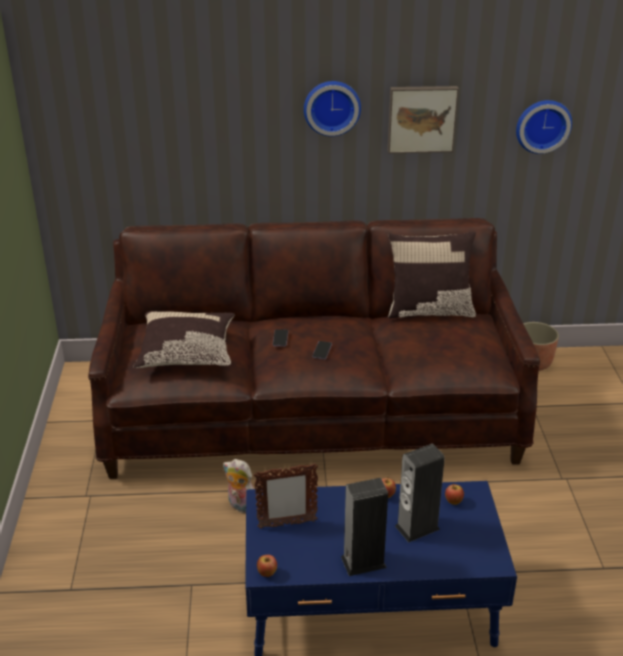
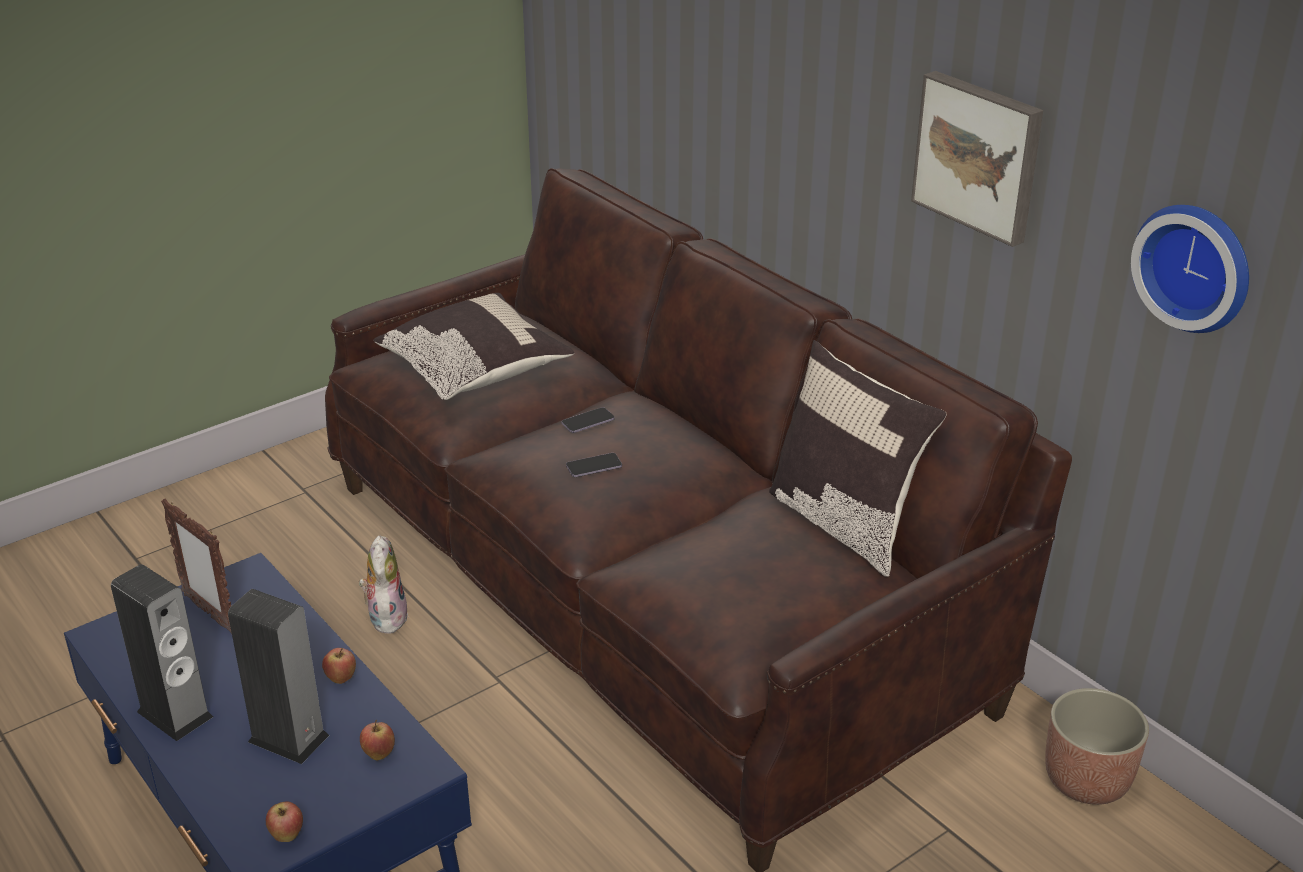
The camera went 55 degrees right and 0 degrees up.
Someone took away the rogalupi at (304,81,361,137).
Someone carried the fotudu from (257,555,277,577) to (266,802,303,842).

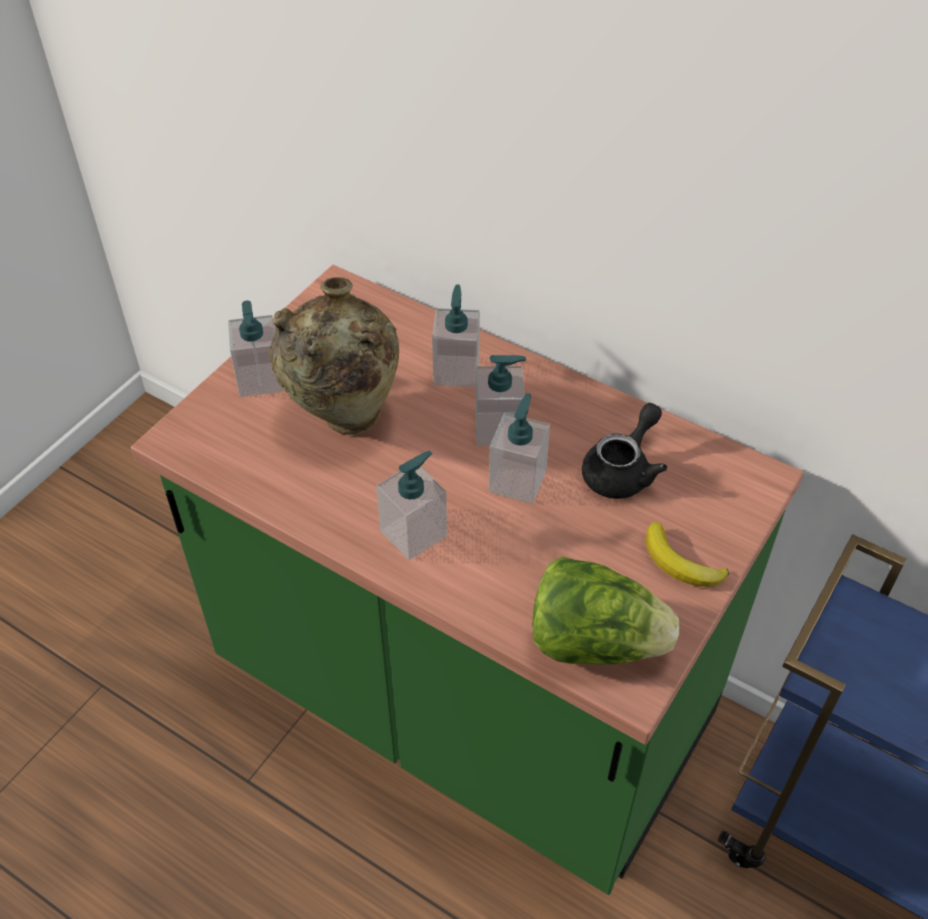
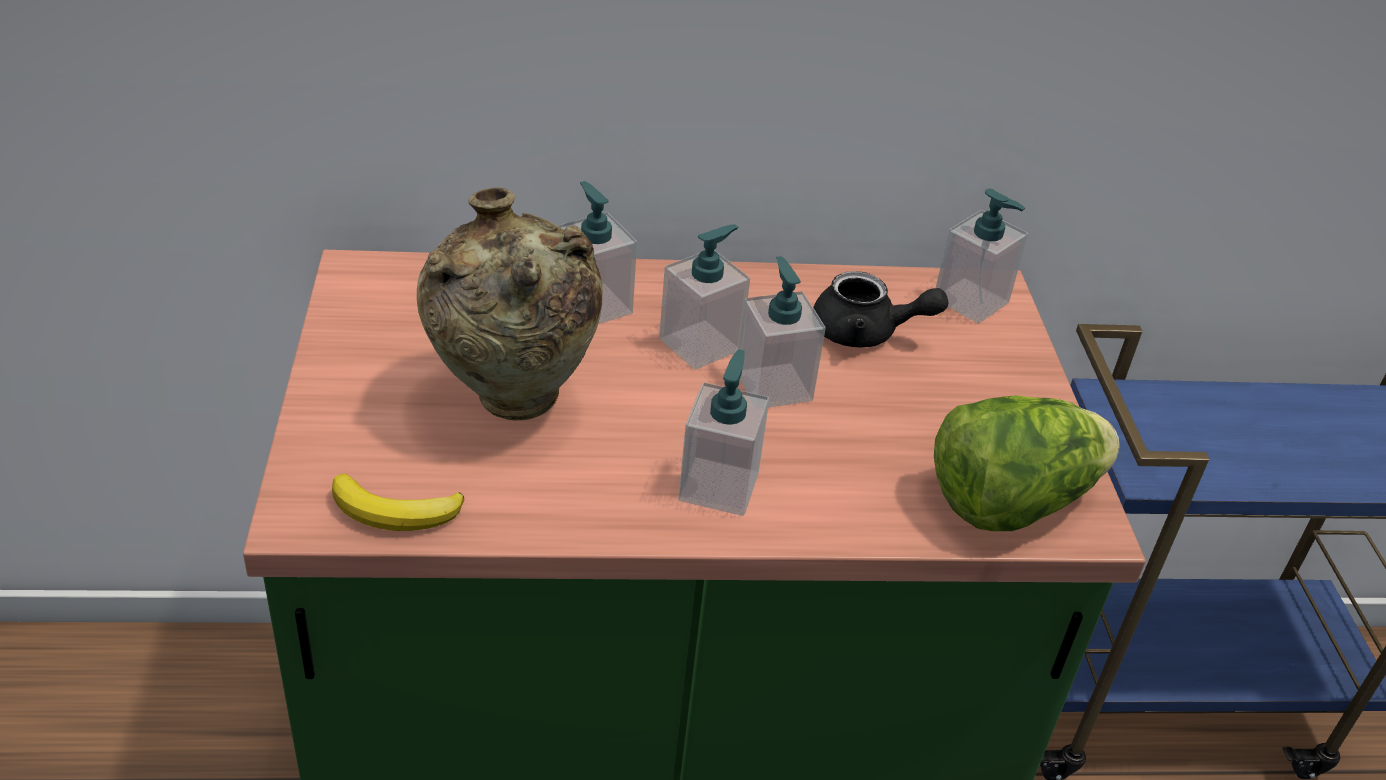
The camera went 40 degrees left and 10 degrees down.
Someone carried the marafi from (228,301,283,397) to (936,189,1028,323).
Someone carried the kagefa from (646,522,729,587) to (332,473,464,531).
Someone rotated the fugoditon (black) at (582,403,667,499) by 105 degrees clockwise.

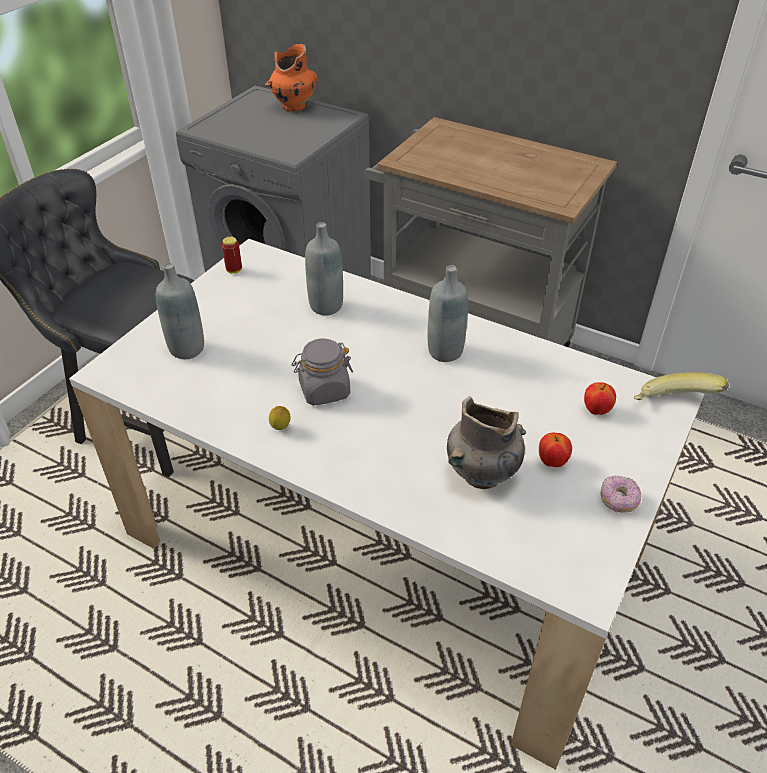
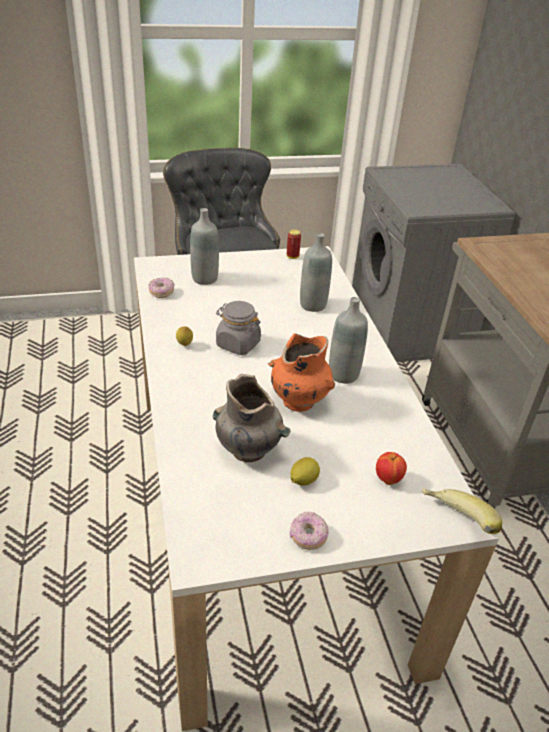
The camera went 45 degrees right and 5 degrees down.
Someone put down the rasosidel at (148,278,175,298).
Someone carried the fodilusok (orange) from (265,44,318,112) to (268,333,335,412).
Someone swapped the fotudu at (539,433,572,467) for the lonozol at (290,457,320,486).

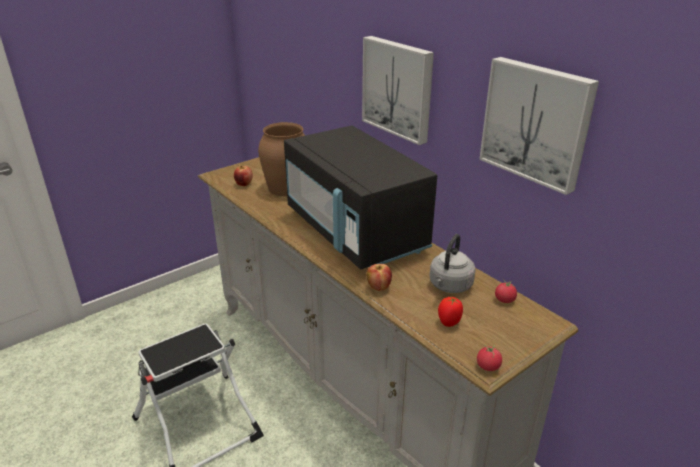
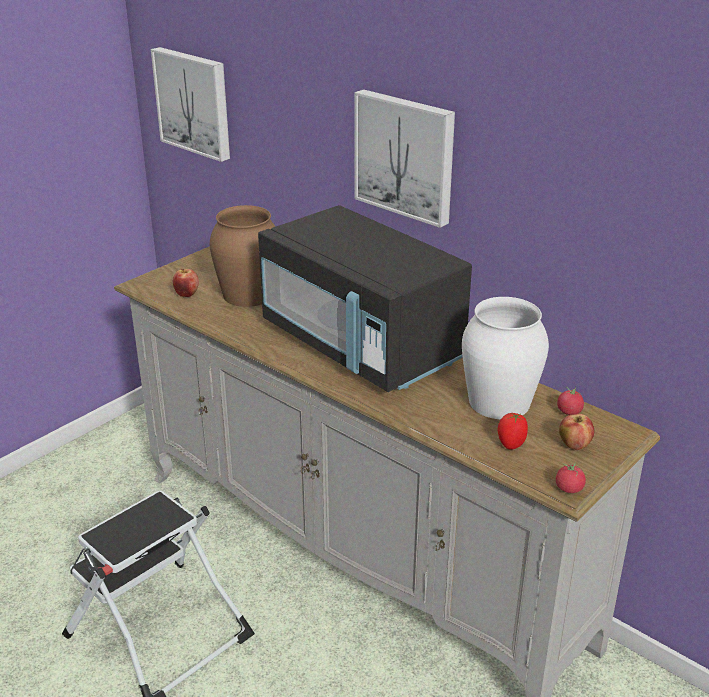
The camera went 10 degrees left and 0 degrees up.
Someone carried the fotudu from (366,264,392,291) to (559,414,594,450).
Someone carried the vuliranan from (479,57,599,195) to (151,47,230,162).
Someone swapped the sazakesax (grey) at (430,234,476,293) for the fodilusok (white) at (462,297,549,419).

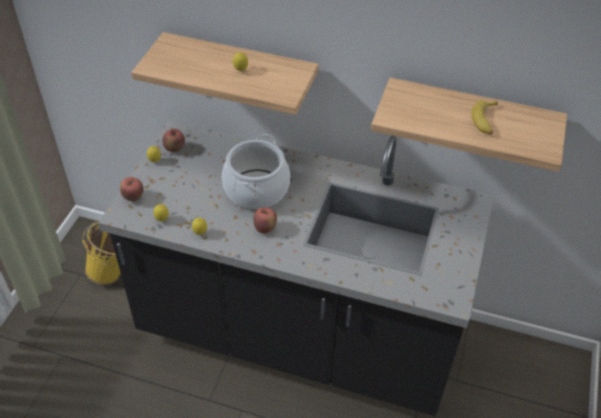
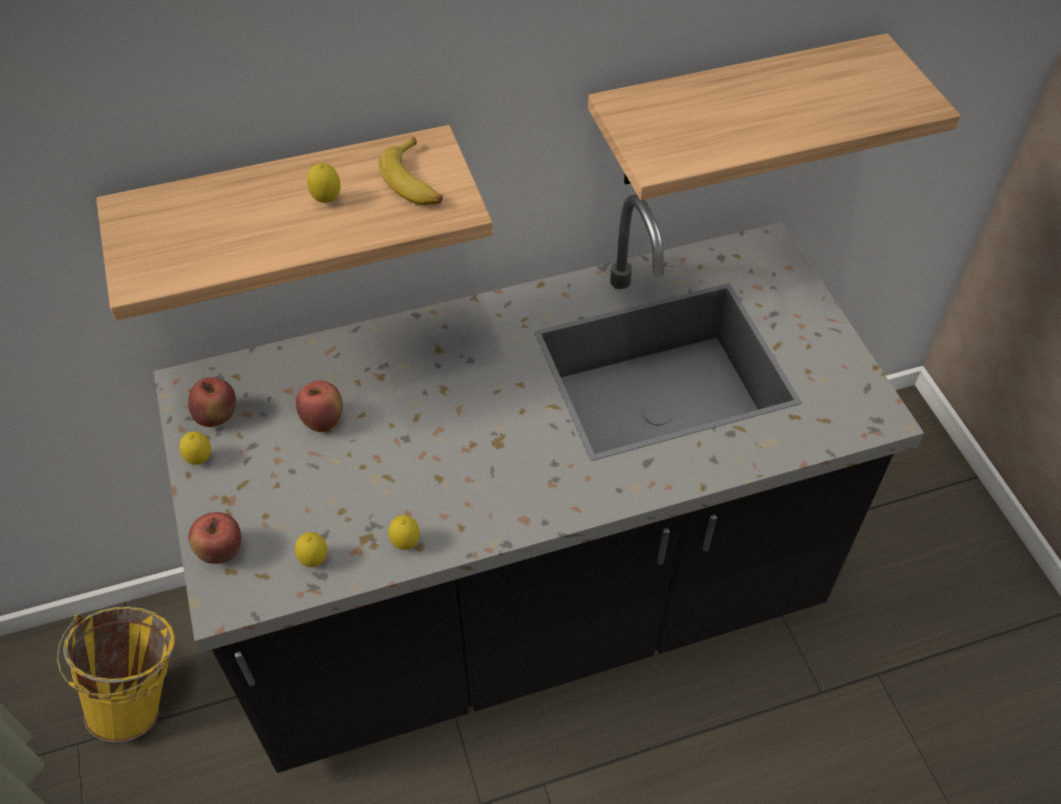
The camera went 35 degrees left and 5 degrees up.
Someone took away the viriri at (222,134,290,209).
Someone carried the fotudu from (253,207,277,234) to (296,380,343,432).
Someone carried the kagefa from (471,100,498,135) to (379,137,443,206).

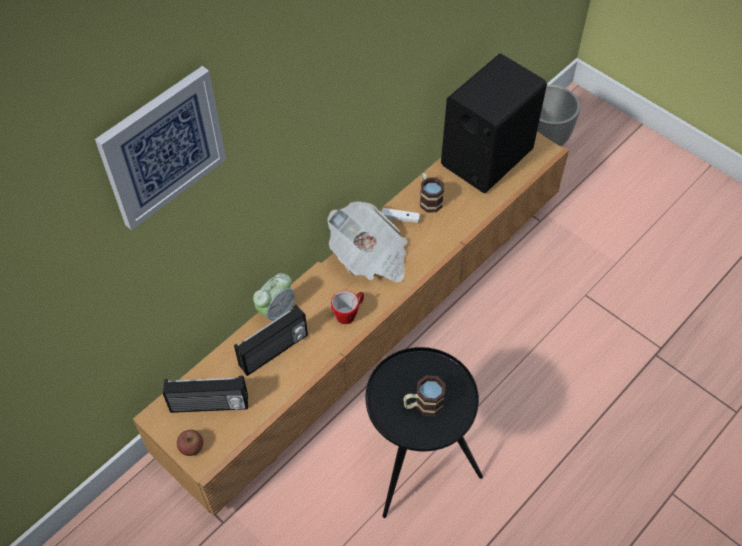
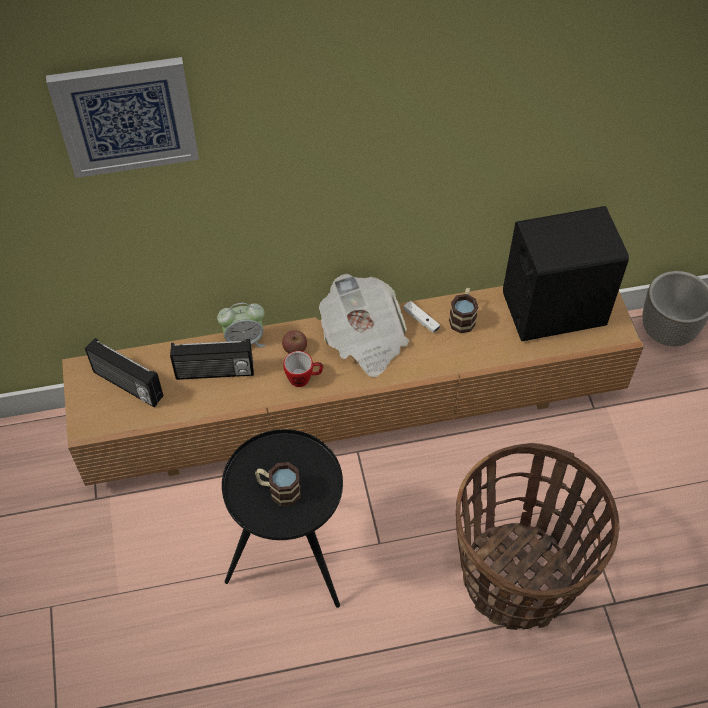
The camera went 35 degrees right and 0 degrees up.
Someone put down the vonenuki at (456,443,620,630).
Someone carried the fotudu from (177,430,203,456) to (282,330,307,354).

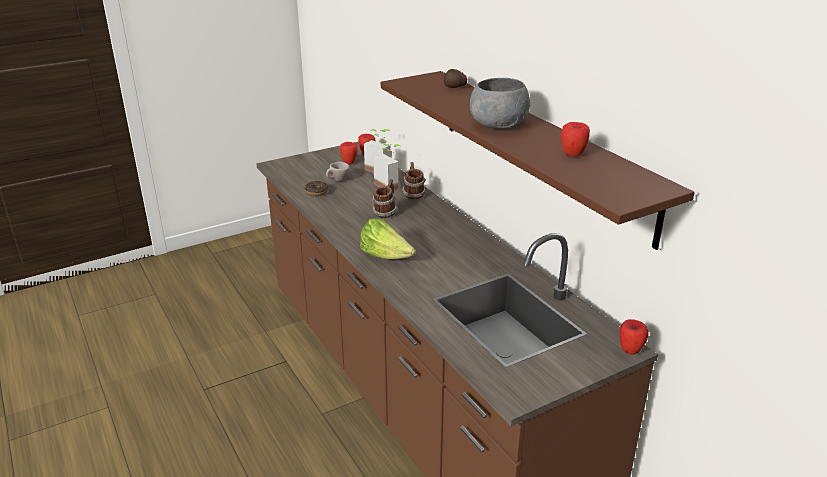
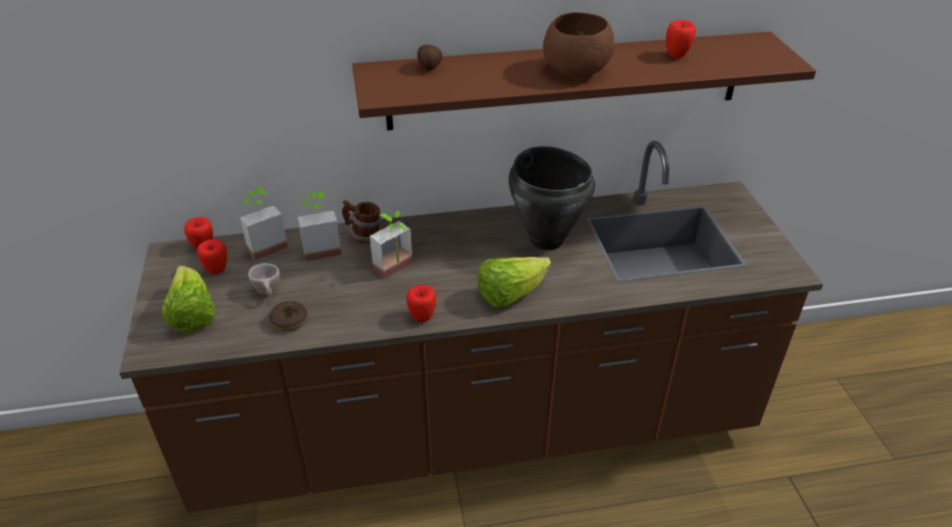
The camera went 70 degrees left and 10 degrees up.
Someone put down the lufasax at (162,266,215,333).
Someone put down the viriri (black) at (509,146,595,250).
Someone carried the fotudu from (620,319,649,355) to (406,285,436,322).
Someone swapped the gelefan at (372,179,398,218) for the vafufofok at (370,211,413,279).
Someone repainted the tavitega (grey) at (470,78,530,129), which became the tavitega (brown) at (543,12,614,77).

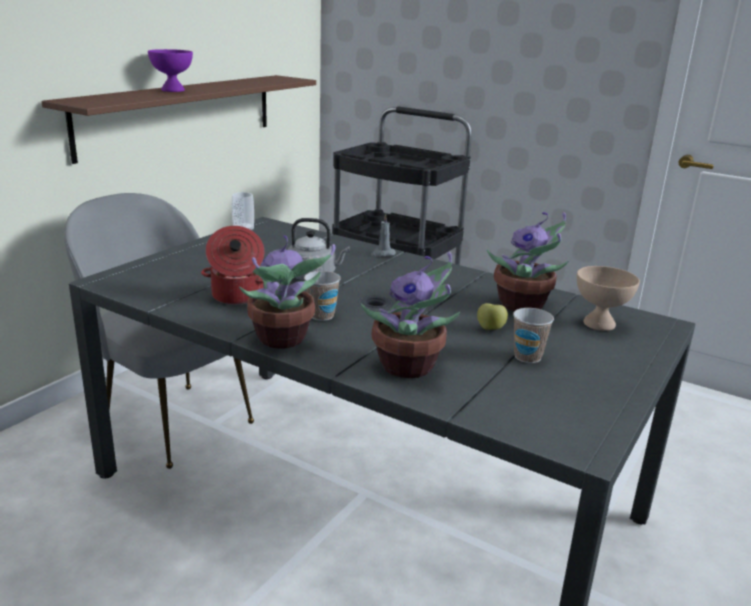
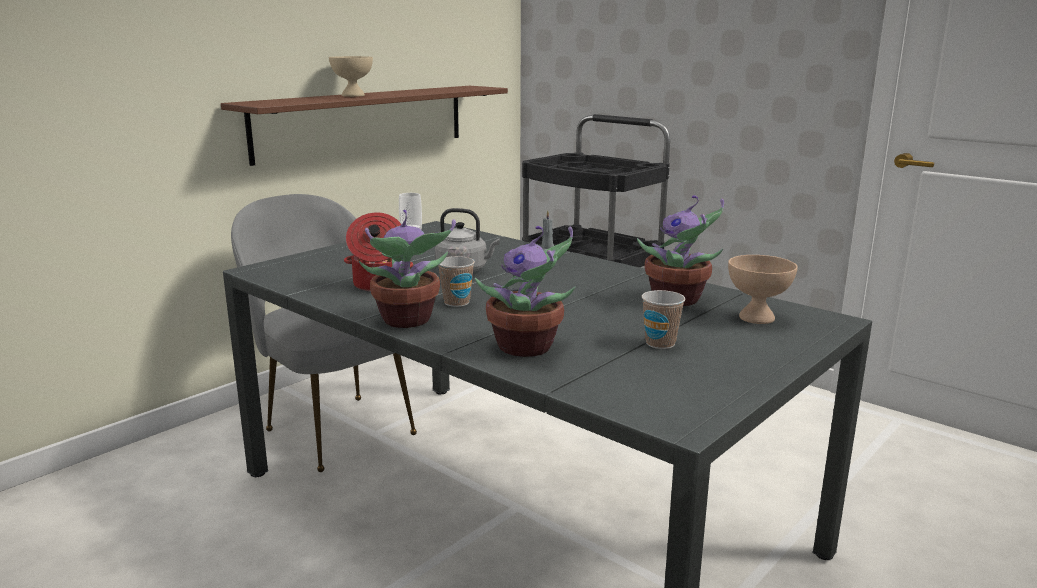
The camera went 10 degrees right and 5 degrees down.
Someone took away the fotudu at (477,303,508,330).
Someone repainted the tavitega (purple) at (148,49,193,92), which became the tavitega (beige) at (329,56,373,97).

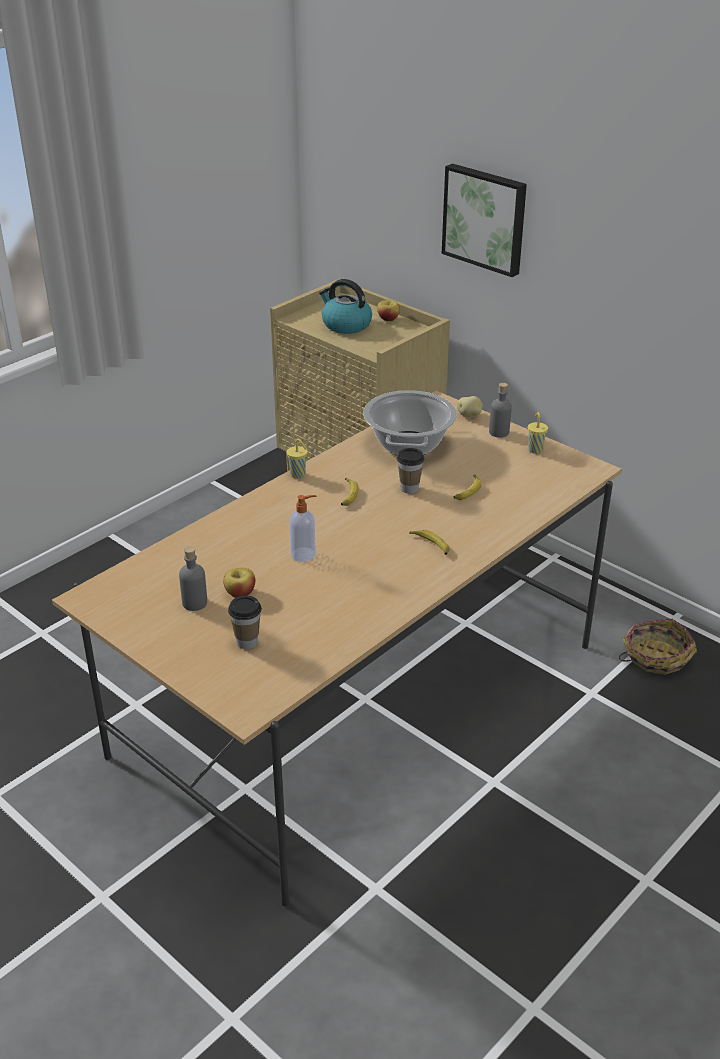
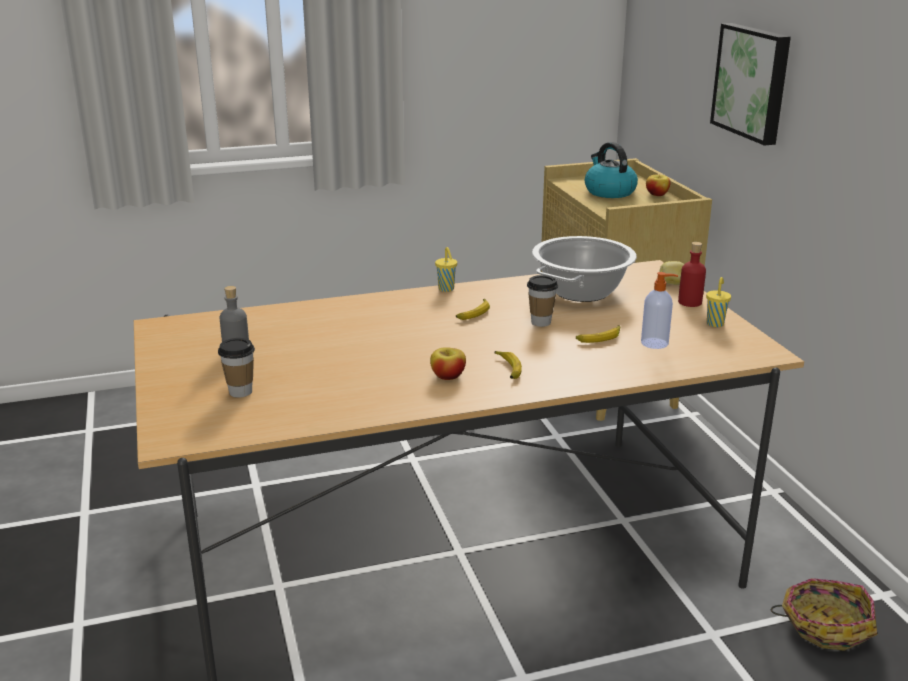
The camera went 30 degrees right and 10 degrees down.
Someone carried the fotudu from (223,568,255,598) to (430,347,466,380).
Someone carried the marafi from (289,495,316,562) to (641,272,678,349).
Someone repainted the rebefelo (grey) at (489,383,512,438), which became the rebefelo (red) at (678,242,706,307).

